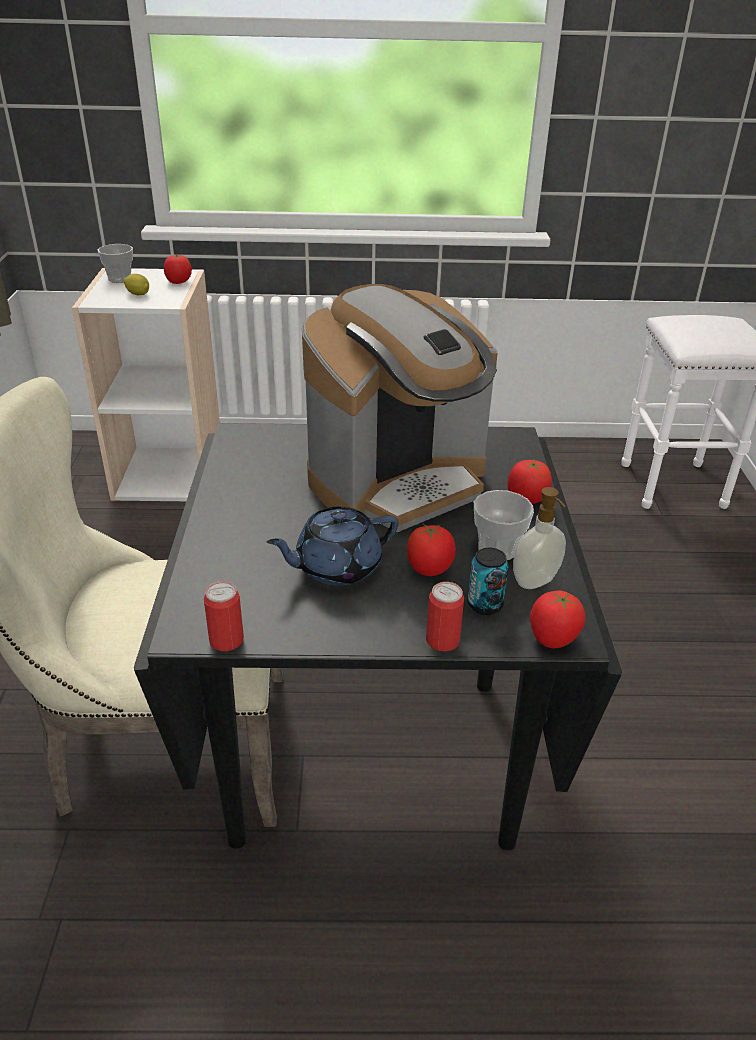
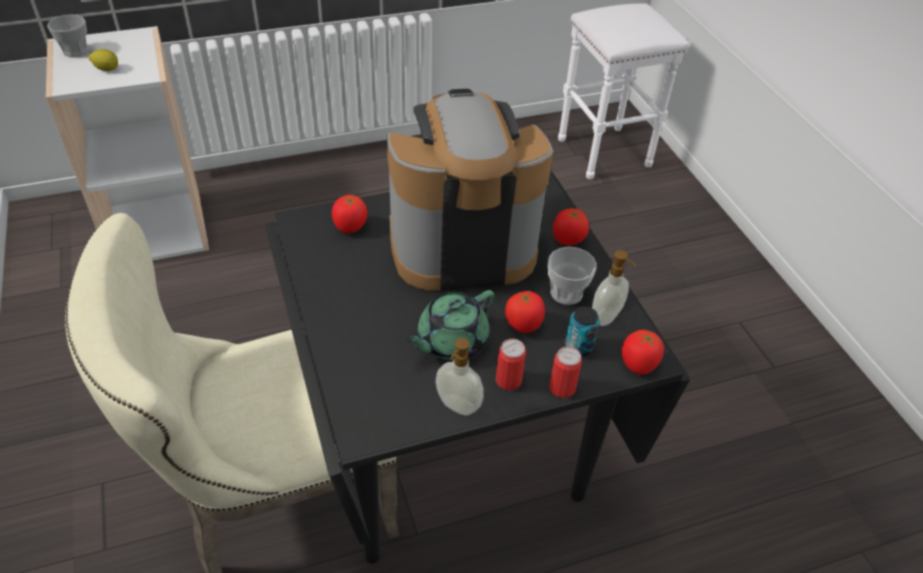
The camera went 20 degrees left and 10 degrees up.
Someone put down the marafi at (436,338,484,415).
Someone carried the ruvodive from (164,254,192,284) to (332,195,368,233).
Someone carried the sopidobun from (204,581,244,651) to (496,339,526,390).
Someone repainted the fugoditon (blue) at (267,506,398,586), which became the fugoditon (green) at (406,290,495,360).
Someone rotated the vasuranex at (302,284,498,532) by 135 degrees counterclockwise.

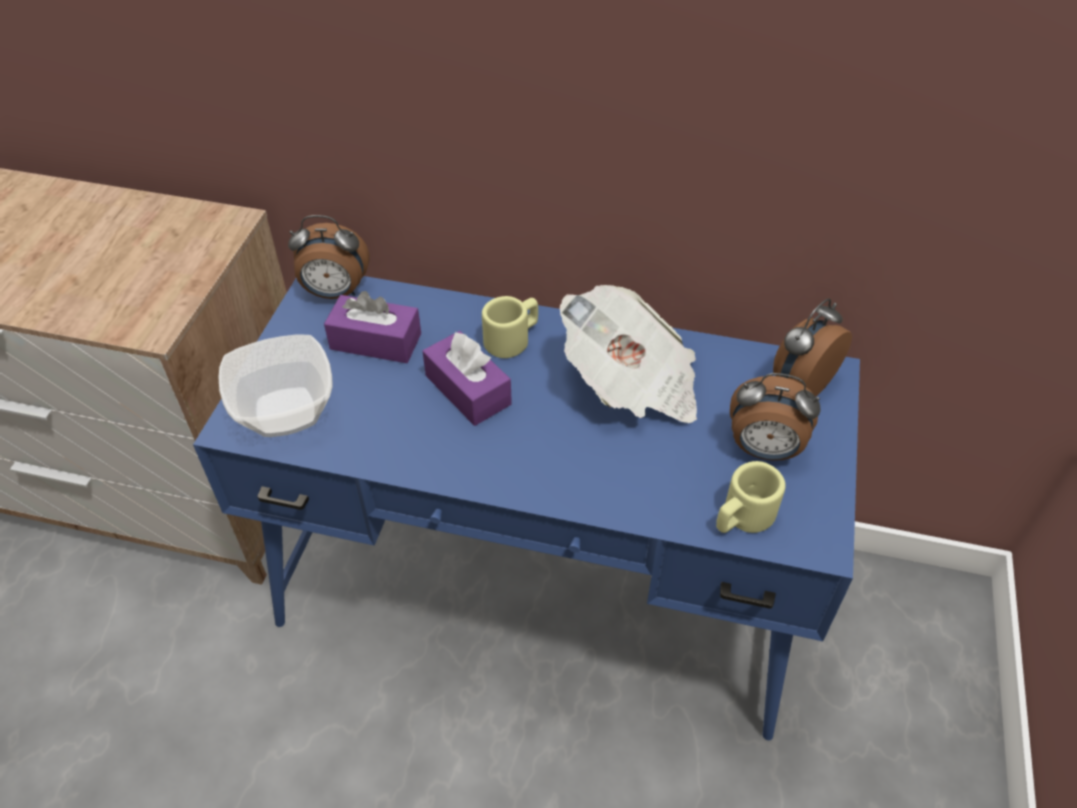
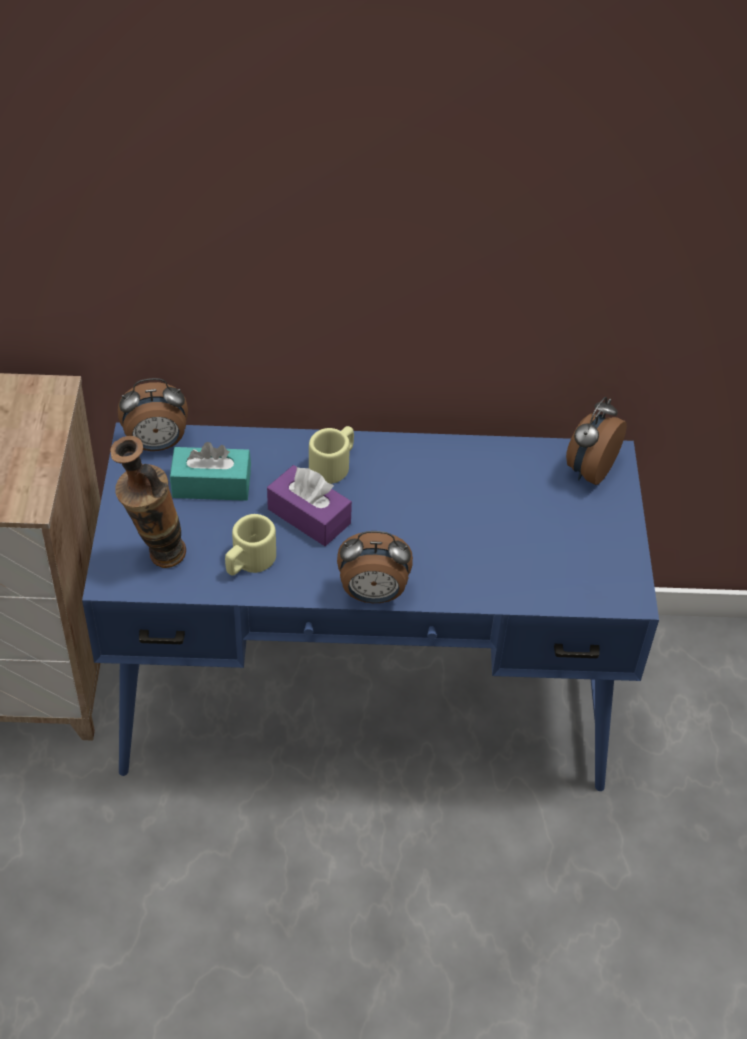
The camera went 15 degrees left and 0 degrees up.
Someone took away the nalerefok at (560,285,697,423).
Someone carried the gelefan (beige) from (716,461,786,533) to (225,514,276,576).
Someone carried the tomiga from (730,373,821,461) to (337,531,413,603).
Someone swapped the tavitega at (219,334,332,437) for the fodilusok at (110,436,186,568).
Someone repainted the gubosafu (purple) at (324,291,421,363), which became the gubosafu (turquoise) at (170,442,251,501).

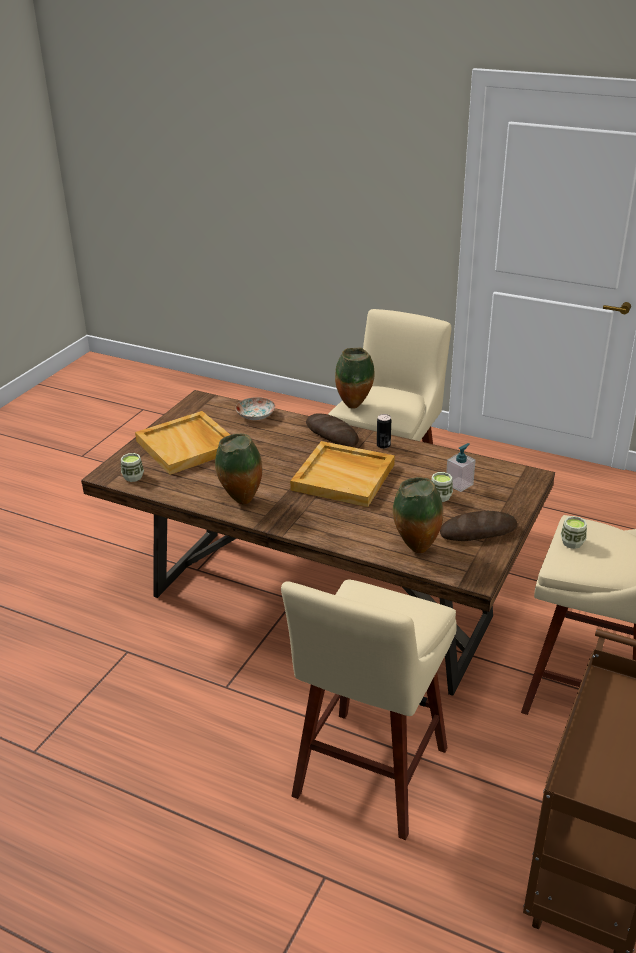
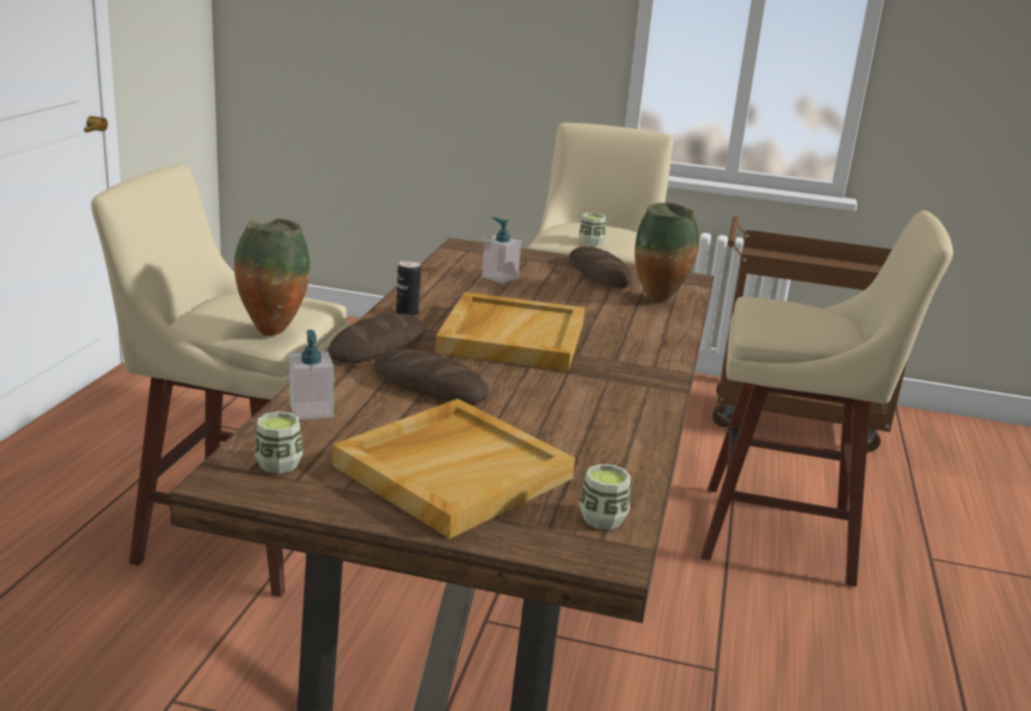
The camera went 105 degrees left and 10 degrees down.
Someone took away the fodilusok at (215,433,262,504).
Someone put down the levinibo at (374,349,489,404).
Someone carried the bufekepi from (431,472,453,502) to (255,411,303,474).
Someone swapped the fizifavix at (235,397,275,420) for the marafi at (289,330,334,420).

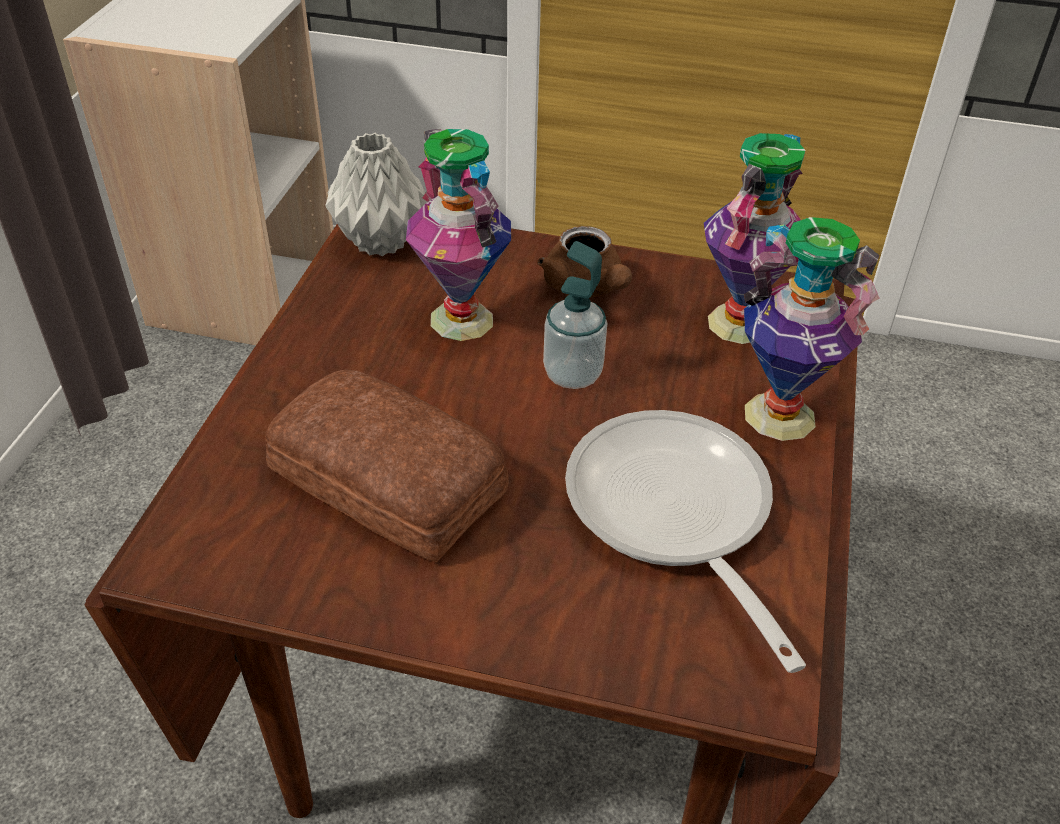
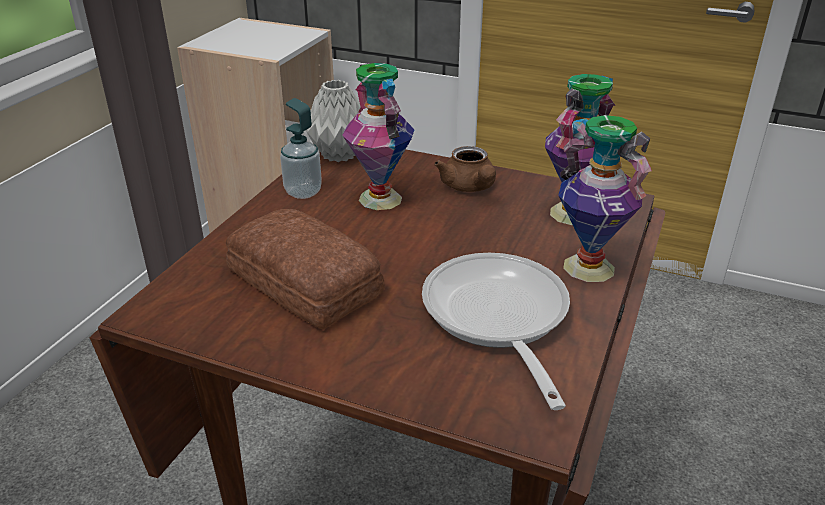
The camera went 10 degrees right and 10 degrees down.
Someone carried the marafi from (543,241,607,389) to (280,98,322,199).

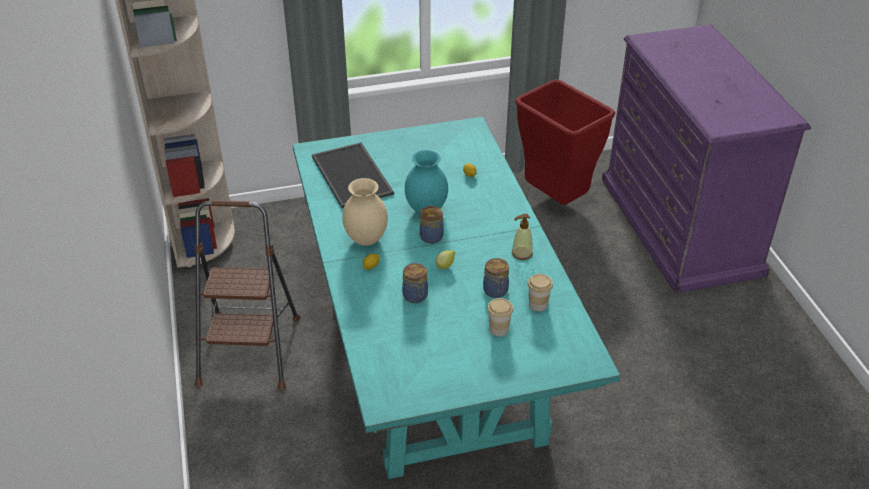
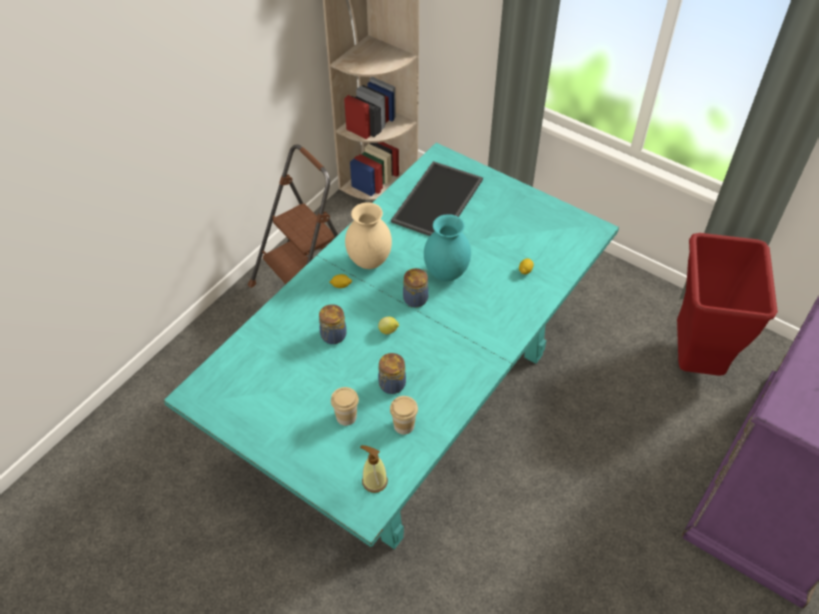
The camera went 50 degrees right and 10 degrees up.
Someone carried the marafi from (512,214,533,260) to (360,445,388,493).

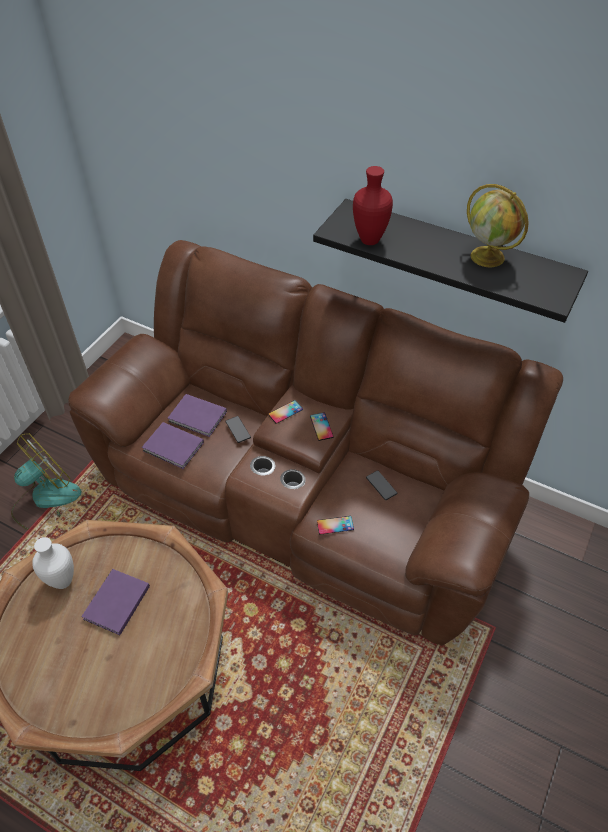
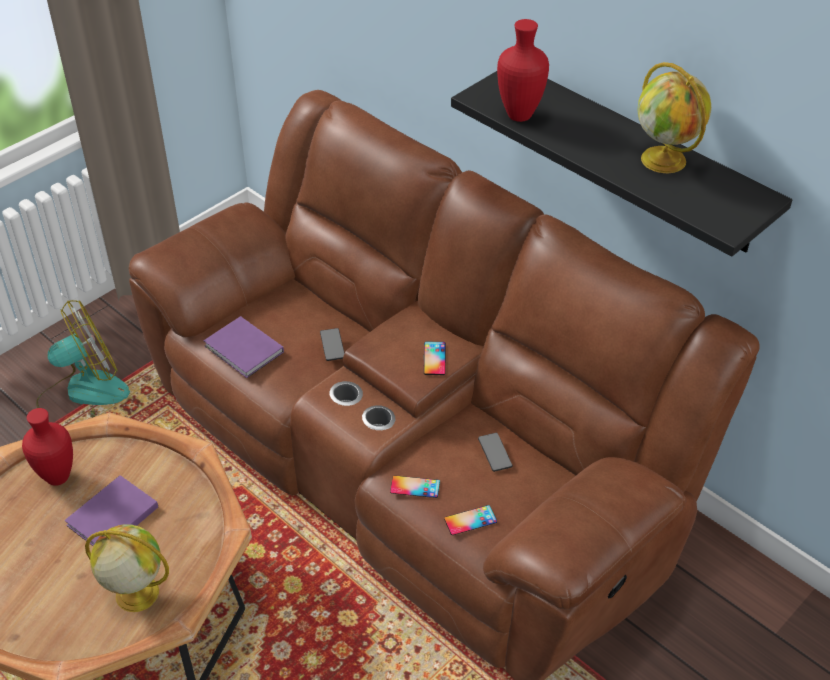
The camera went 15 degrees right and 5 degrees down.
Someone took away the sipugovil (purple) at (168,394,227,437).
Someone put down the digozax at (85,524,169,612).
Someone carried the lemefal from (268,400,303,424) to (444,505,497,535).
Someone repainted the fodilusok (white) at (32,537,74,589), which became the fodilusok (red) at (22,408,73,486).

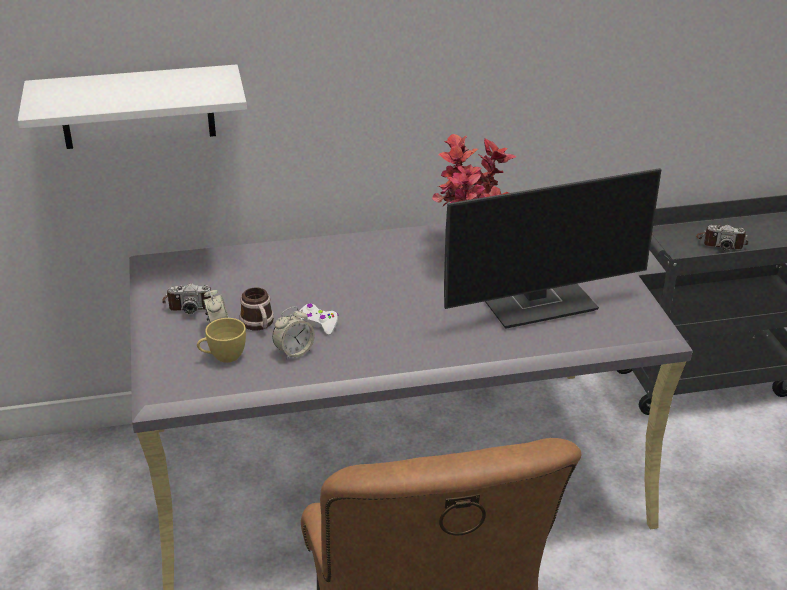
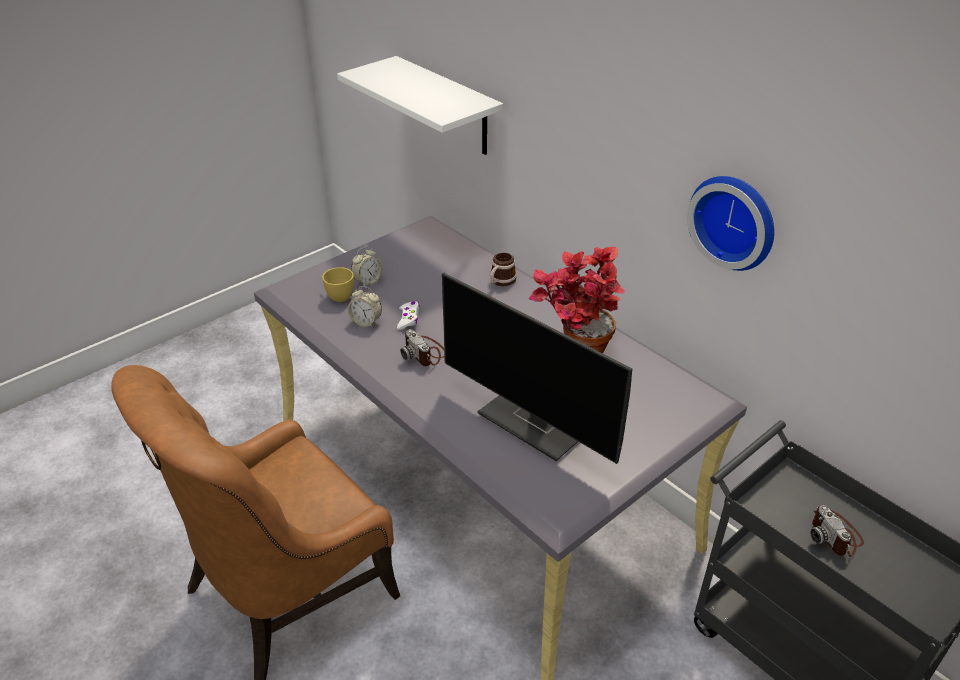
The camera went 60 degrees right and 5 degrees up.
Someone put up the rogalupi at (687,176,774,271).
Someone carried the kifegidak from (162,283,215,314) to (400,329,444,366).
Someone carried the gelefan from (239,287,274,330) to (490,252,517,286).

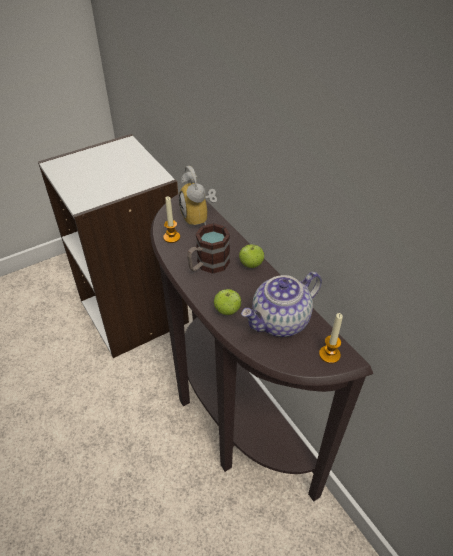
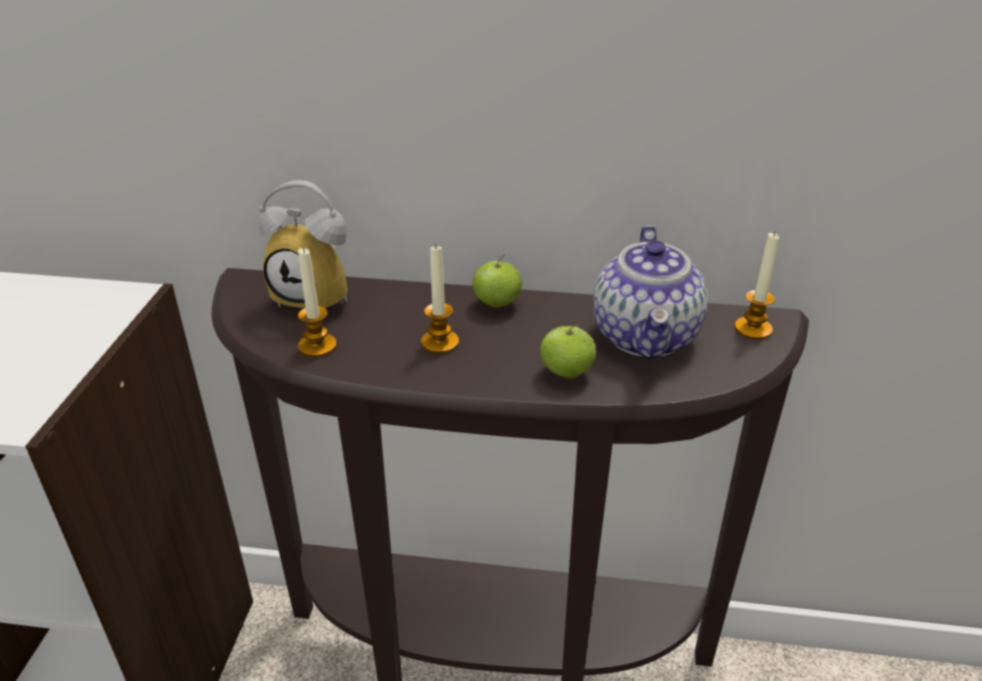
The camera went 50 degrees left and 10 degrees down.
Someone swapped the gelefan at (187,223,230,274) for the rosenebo at (421,244,459,354).

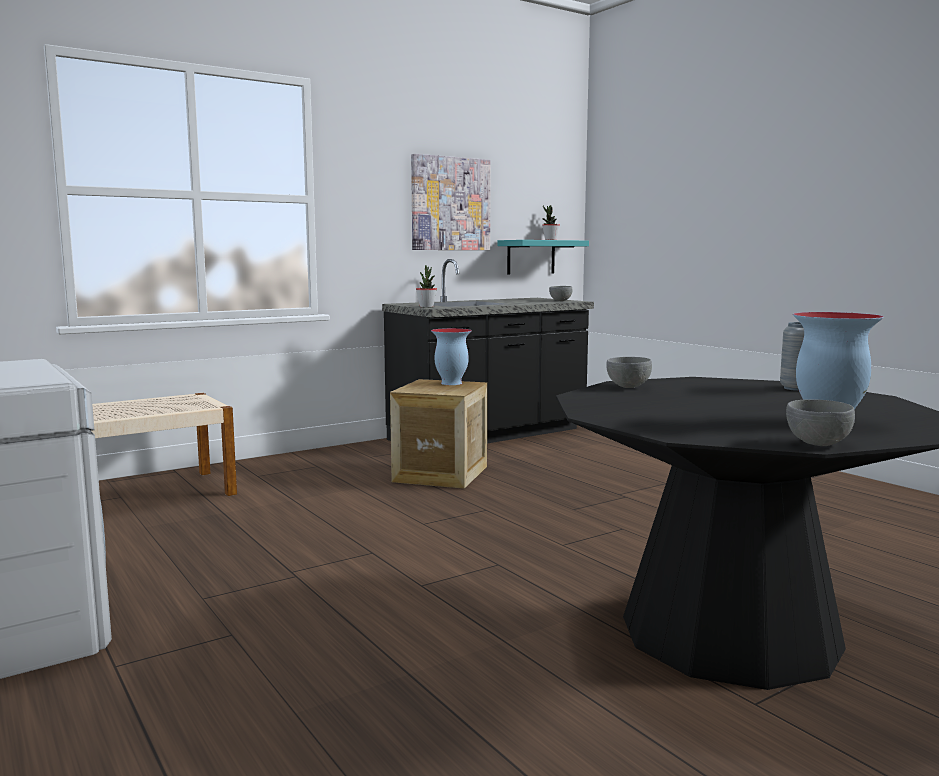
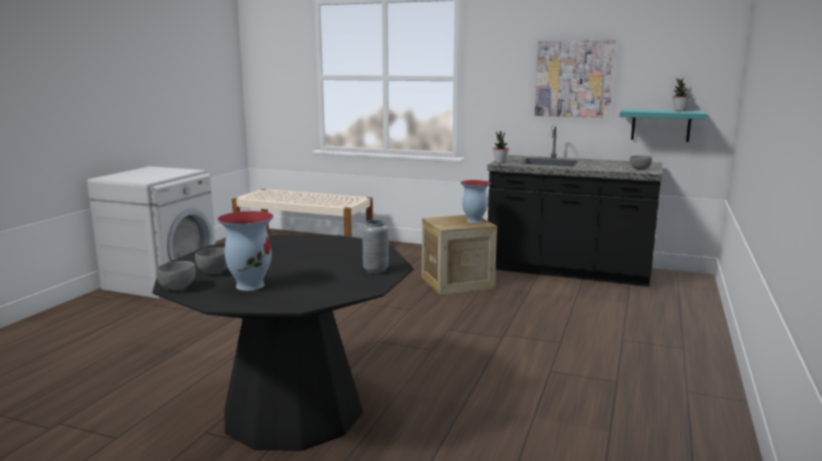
The camera went 55 degrees right and 5 degrees up.
Someone carried the tavitega (grey) from (607,357,652,388) to (195,247,227,274).

